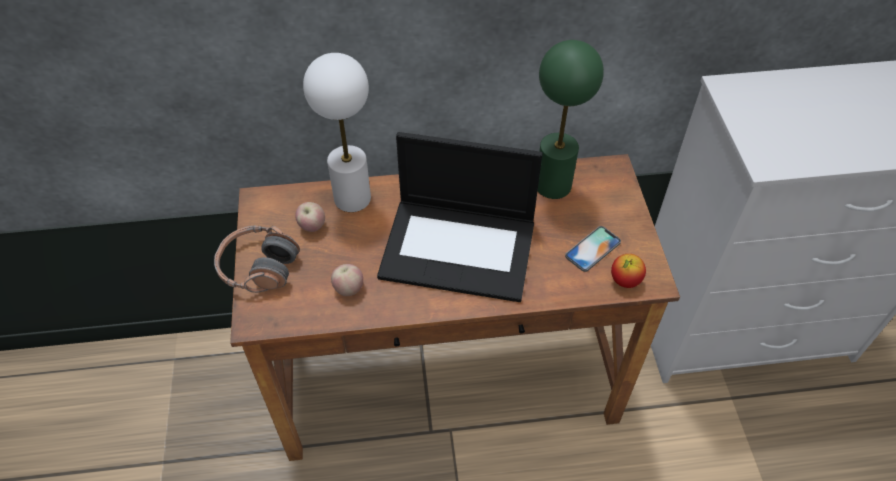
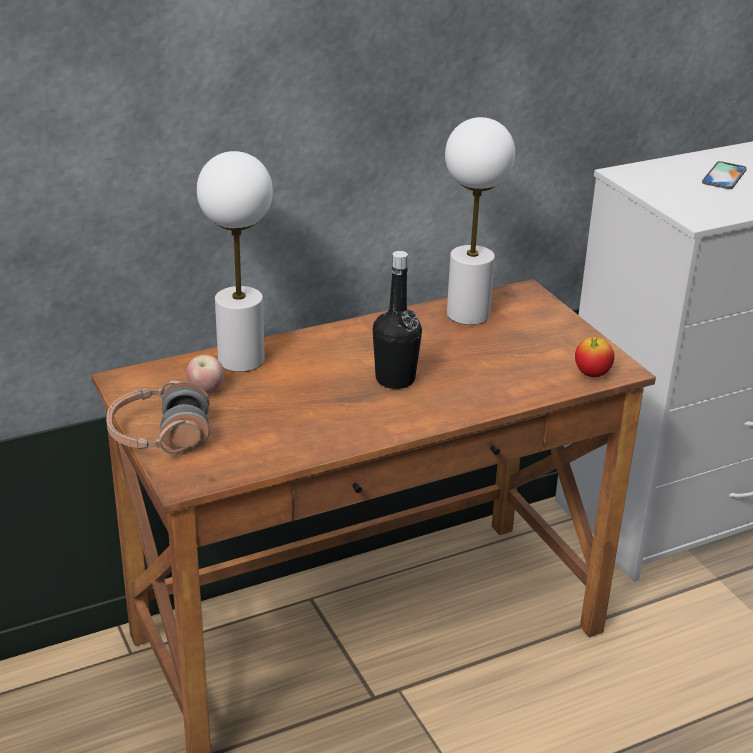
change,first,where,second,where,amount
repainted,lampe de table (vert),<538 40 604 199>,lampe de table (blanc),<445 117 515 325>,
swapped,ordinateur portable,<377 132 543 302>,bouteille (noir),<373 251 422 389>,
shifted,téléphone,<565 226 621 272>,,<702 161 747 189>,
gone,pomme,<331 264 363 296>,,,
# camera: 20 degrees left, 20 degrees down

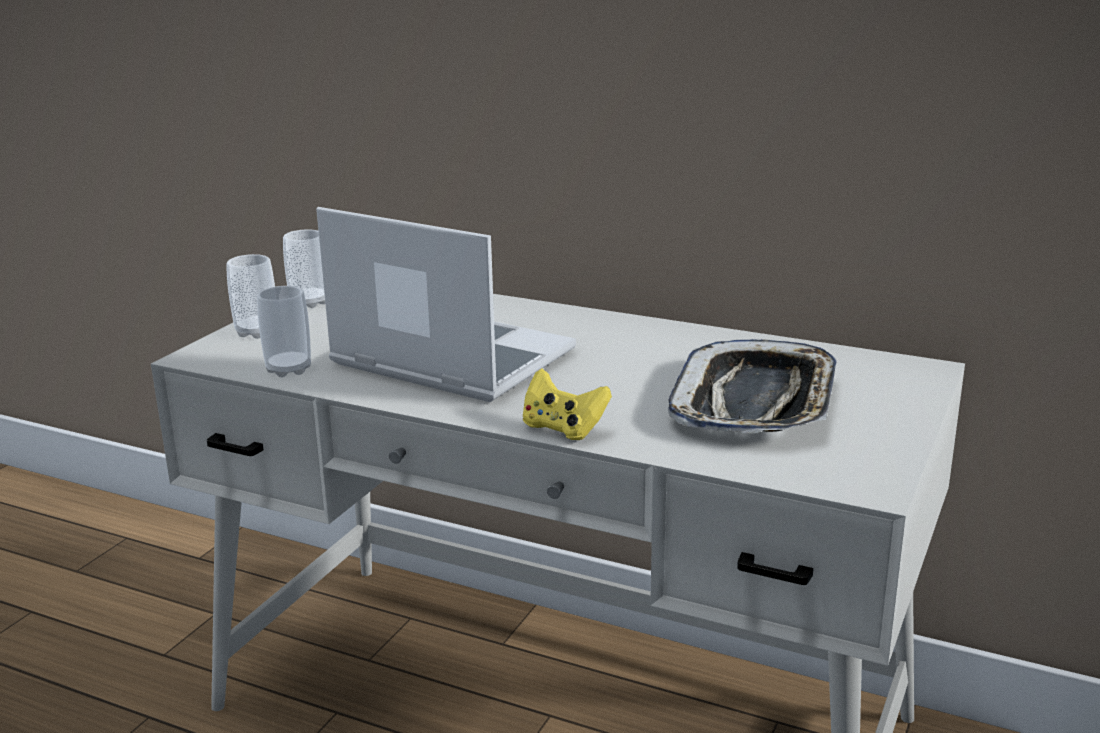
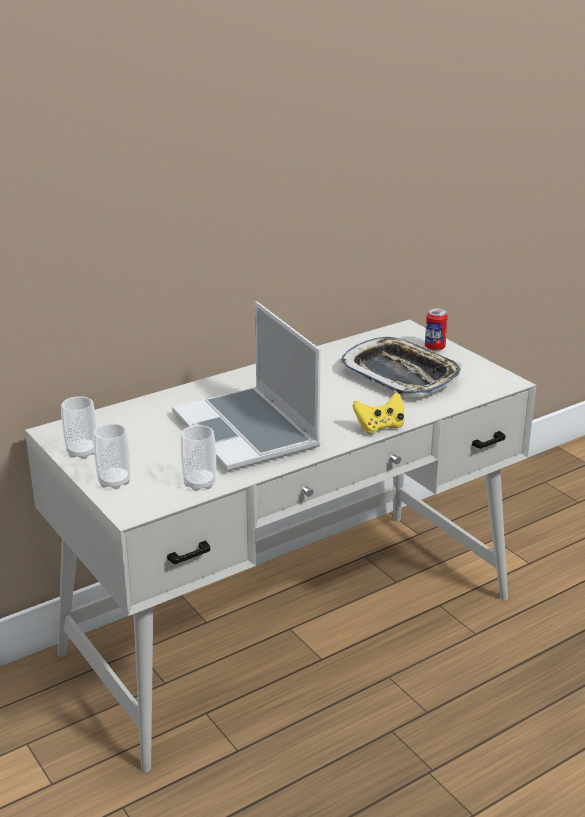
change,first,where,second,where,amount
rotated,ordinateur portable,<316 207 576 402>,,<172 301 321 471>,90 degrees counterclockwise
new,,,boîte métallique,<425 308 448 351>,
# camera: 60 degrees left, 5 degrees up

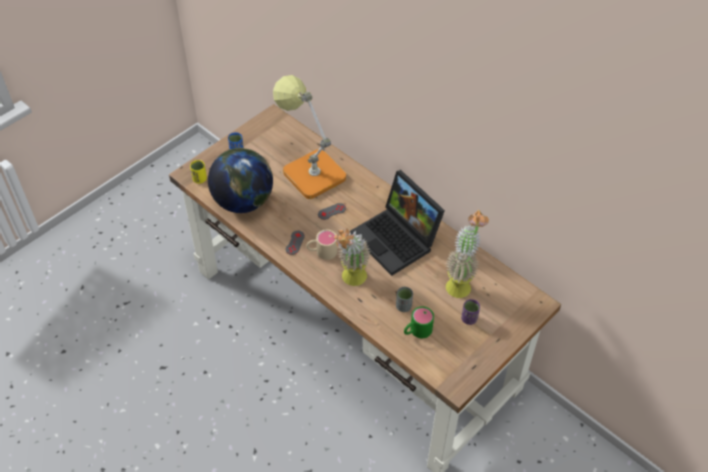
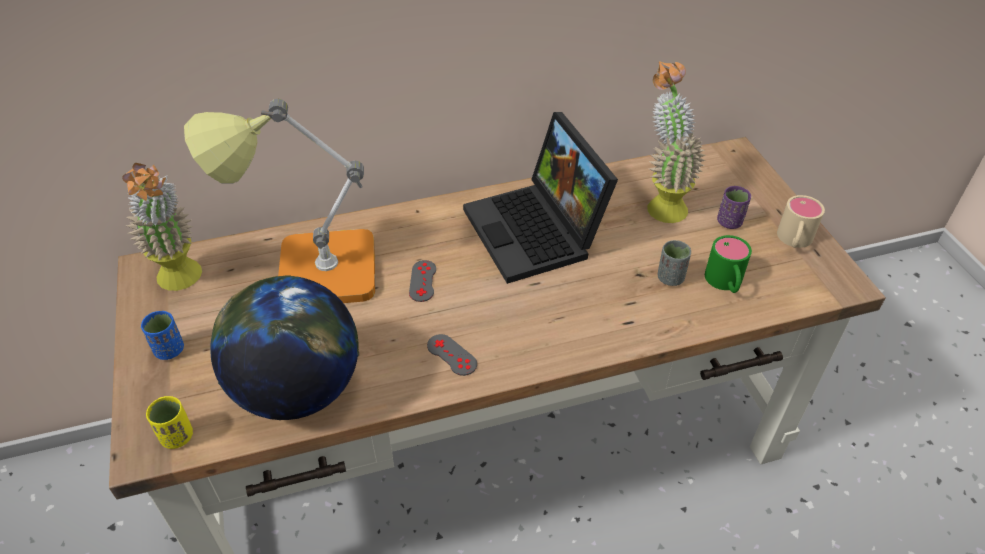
change,first,where,second,where,amount
rotated,ordinateur portable,<350 170 445 276>,,<463 112 618 284>,75 degrees clockwise
shifted,mug (beige),<306 229 337 260>,,<777 195 825 248>,
shifted,plante en pot,<334 229 371 286>,,<122 163 202 291>,
# camera: 60 degrees left, 5 degrees down

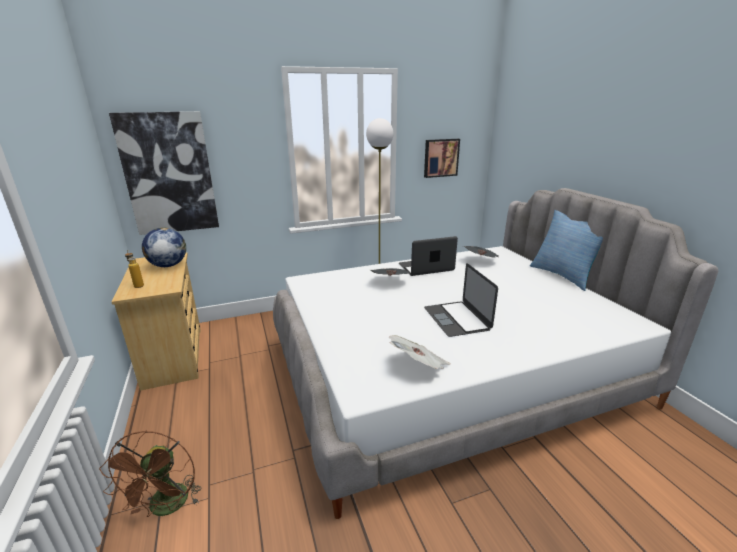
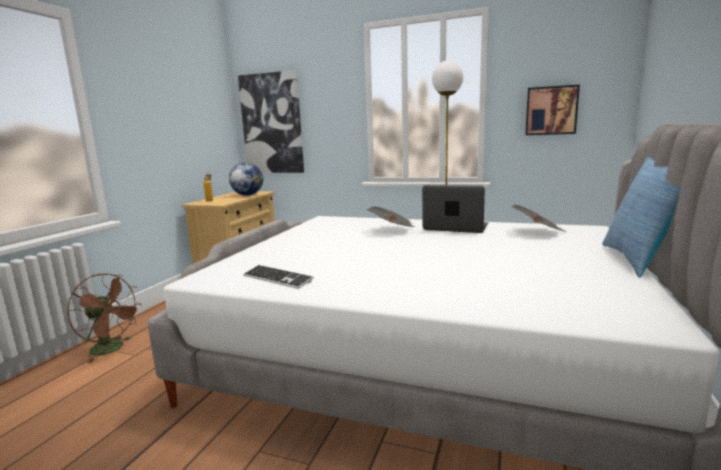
change,first,where,second,where,amount
gone,ordinateur portable,<424 263 498 337>,,,
swapped,journal,<389 335 451 369>,clavier,<243 265 314 289>,
rotated,ventilateur (marron),<99 431 202 517>,,<67 273 141 363>,105 degrees counterclockwise
# camera: 40 degrees right, 10 degrees down

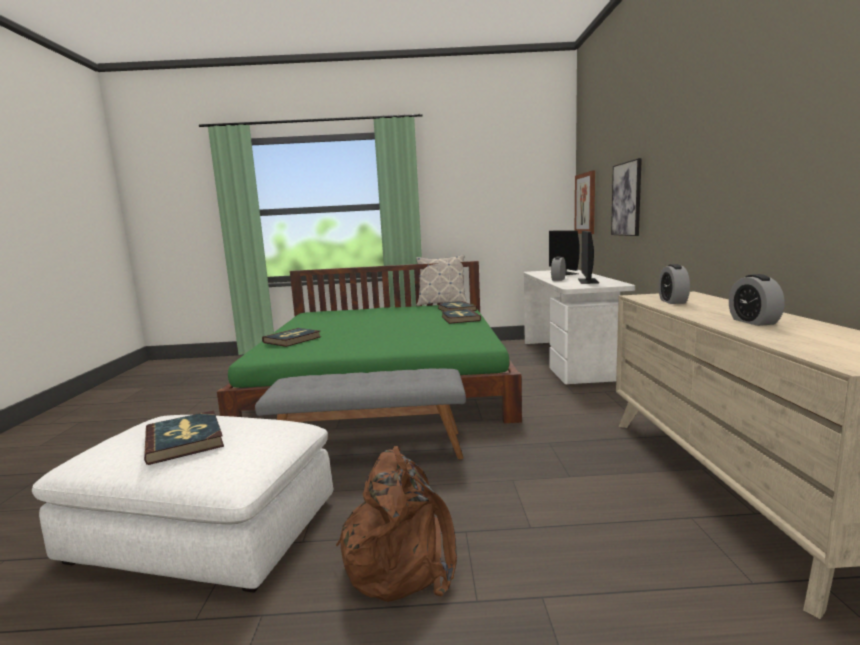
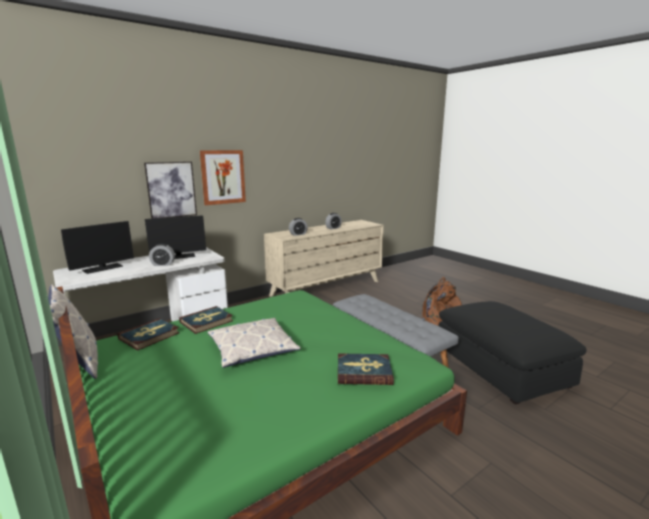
change,first,where,second,where,amount
shifted,tableau,<575 170 595 234>,,<200 150 246 205>,
gone,livre,<144 410 224 465>,,,
repainted,pouf (blanc),<32 415 333 593>,pouf (noir),<438 301 587 405>,
new,,,coussin,<208 318 301 368>,
# camera: 125 degrees left, 5 degrees up

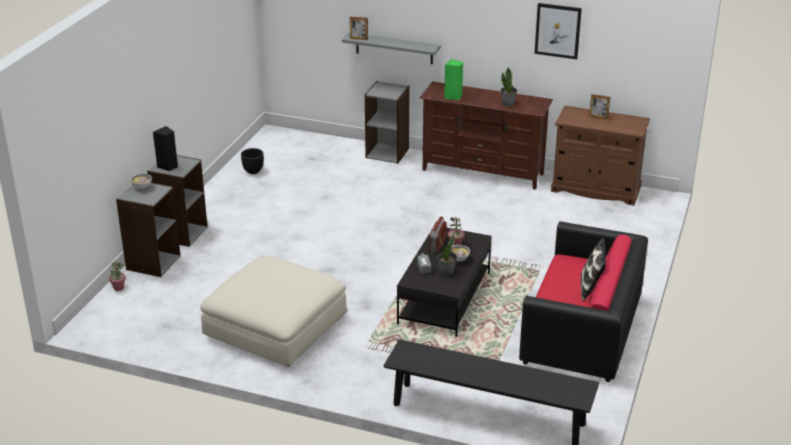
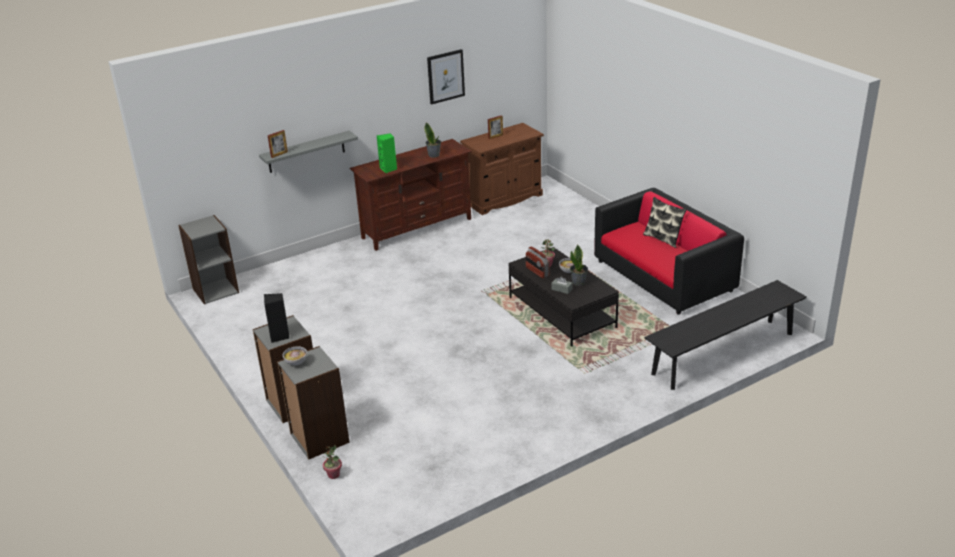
change,first,where,second,where,amount
shifted,bibliothèque (gris),<365 81 410 164>,,<178 215 239 304>,
gone,cache-pot (noir),<241 148 264 174>,,,
gone,pouf (beige),<200 256 347 367>,,,
# camera: 50 degrees left, 0 degrees up

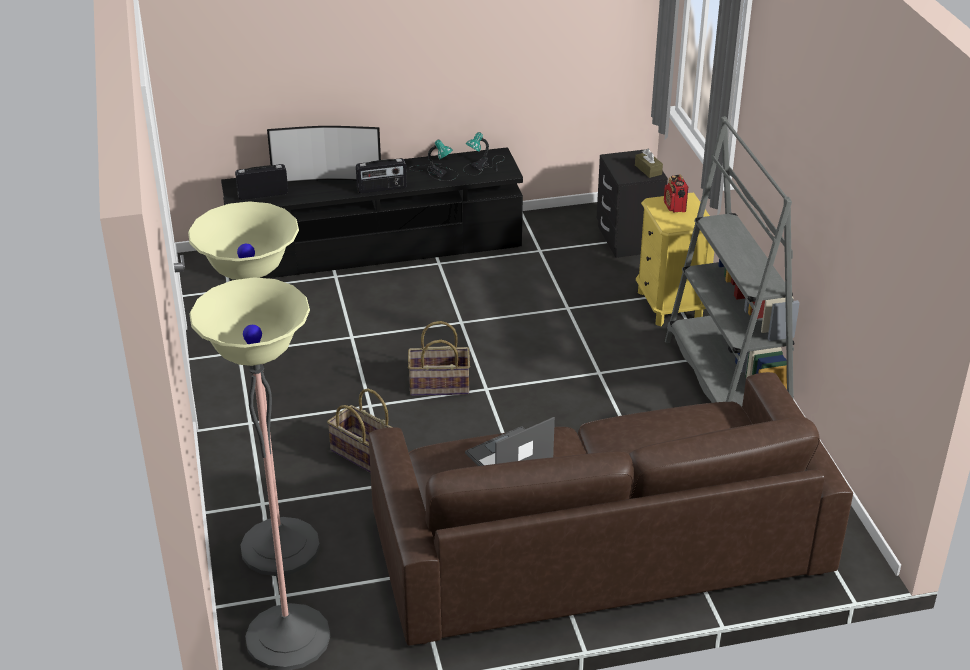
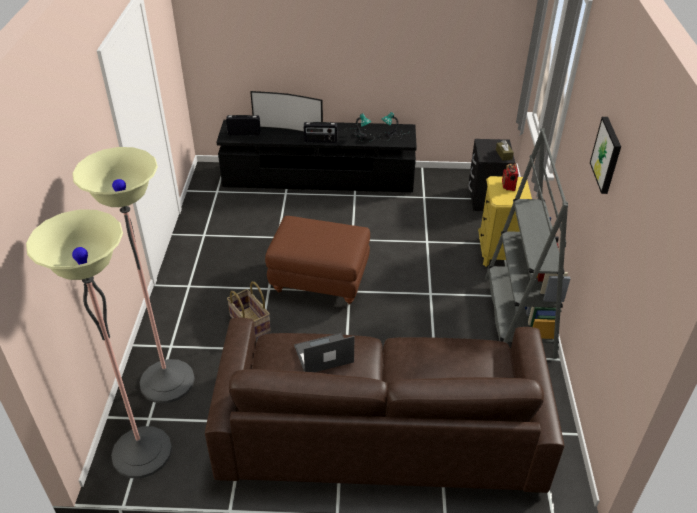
change,first,where,second,where,amount
swapped,panier,<408 321 470 396>,pouf (marron),<265 216 370 305>,
new,,,tableau,<590 117 621 194>,
# camera: 15 degrees right, 5 degrees up

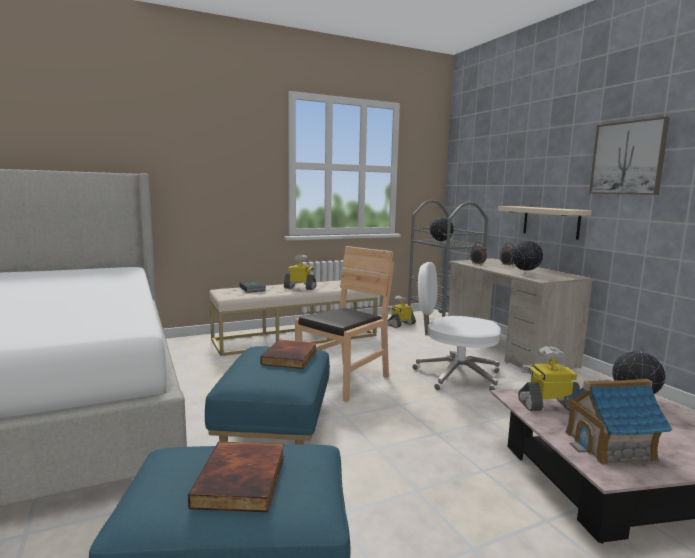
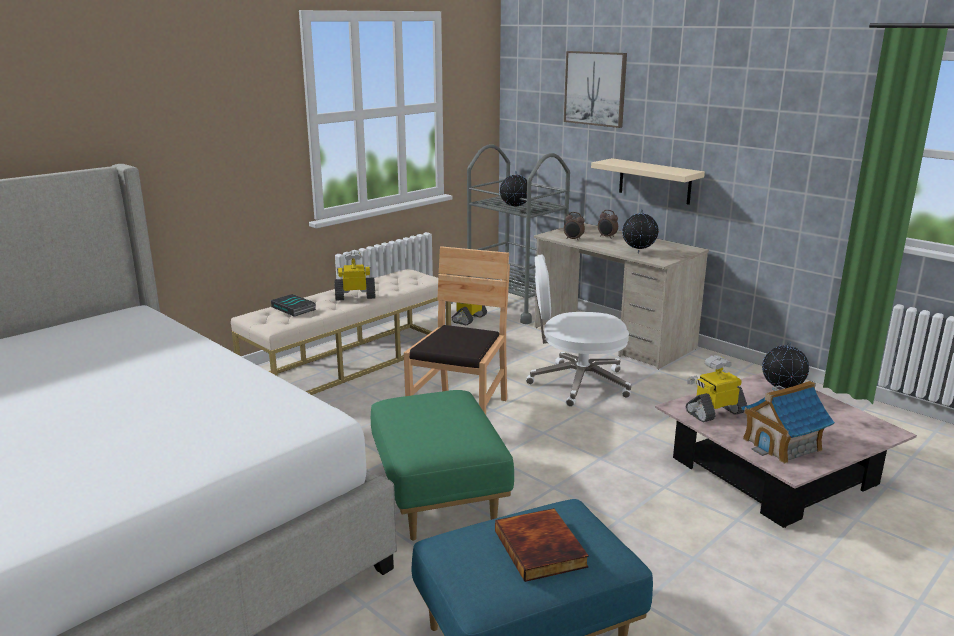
change,first,where,second,where,amount
shifted,tableau,<589 117 670 195>,,<564 51 627 128>,
gone,livre,<260 340 317 369>,,,
repainted,pouf (bleu),<205 346 330 444>,pouf (vert),<371 390 514 541>,
# camera: 20 degrees left, 10 degrees up

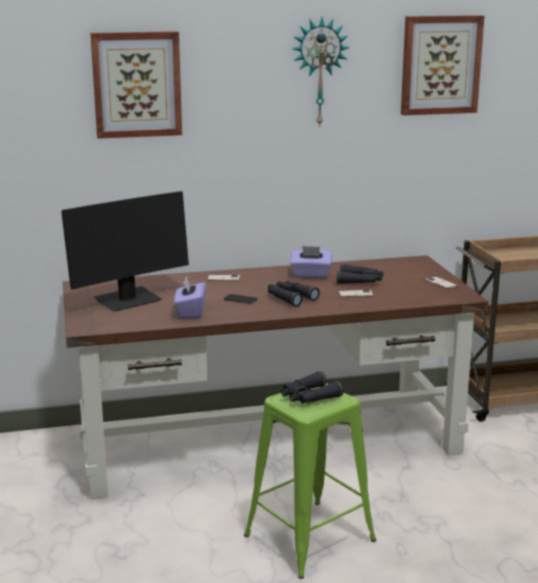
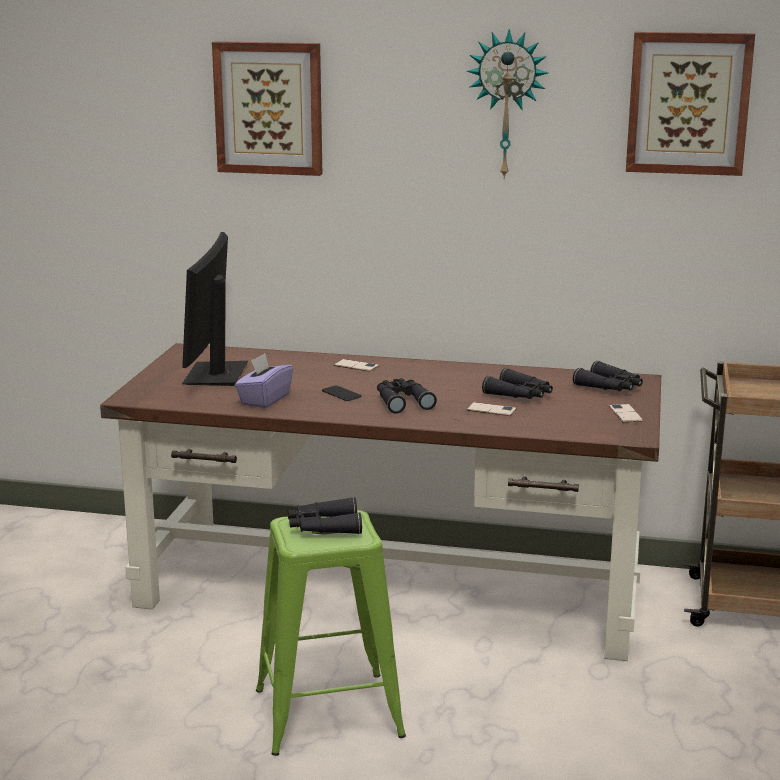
change,first,where,second,where,amount
rotated,écran d'ordinateur,<62 191 189 311>,,<182 232 248 386>,105 degrees clockwise
gone,boîte à mouchoirs (violet),<290 246 332 278>,,,
new,,,jumelles (noir),<573 361 643 391>,
# camera: 25 degrees right, 0 degrees up

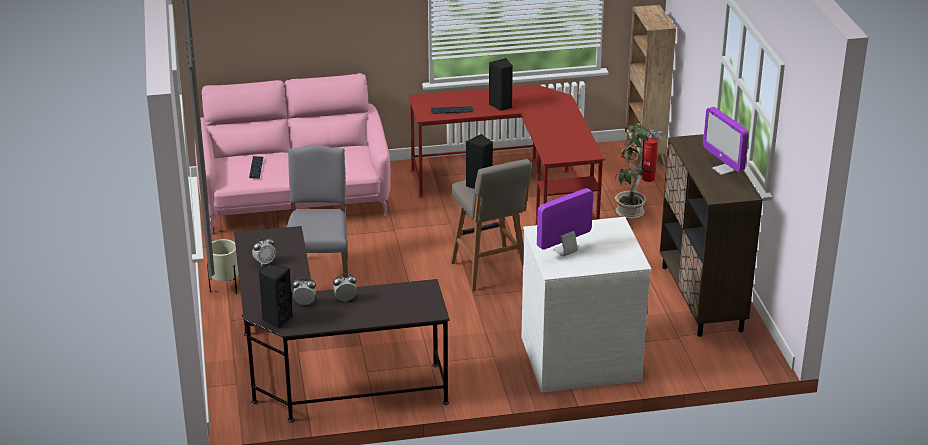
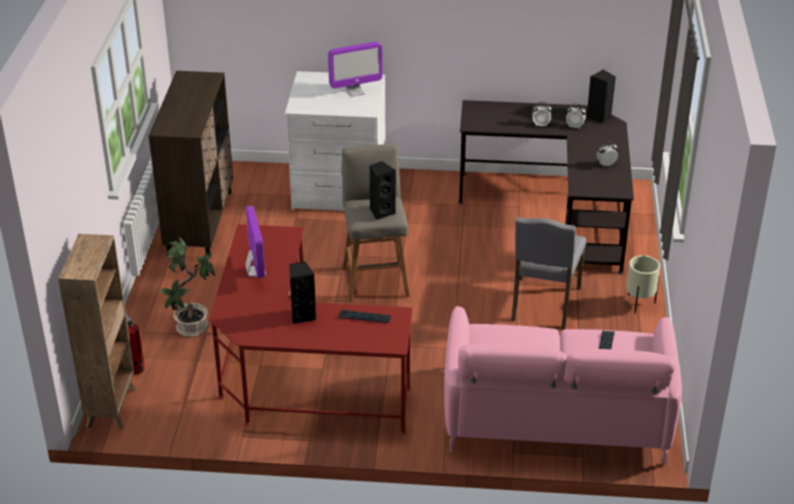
change,first,where,second,where,amount
shifted,écran d'ordinateur,<703 107 749 175>,,<245 206 266 278>,
# camera: 165 degrees left, 5 degrees up

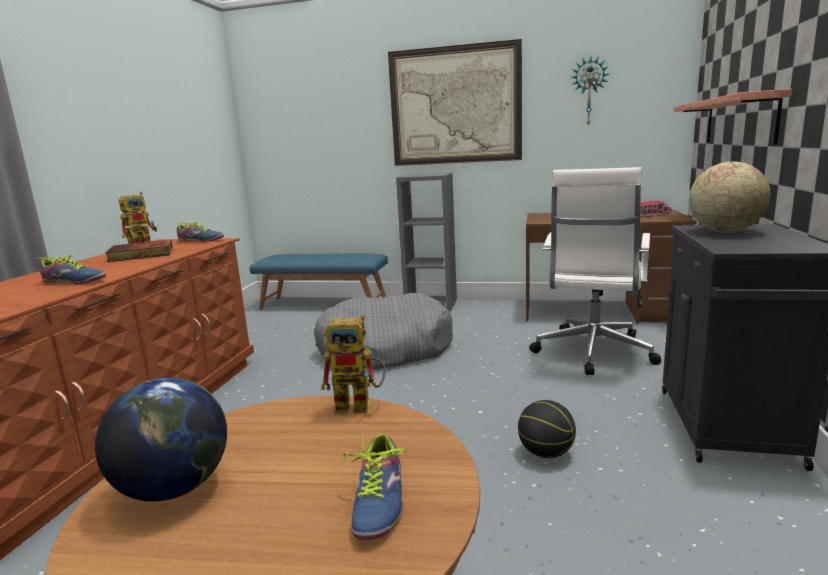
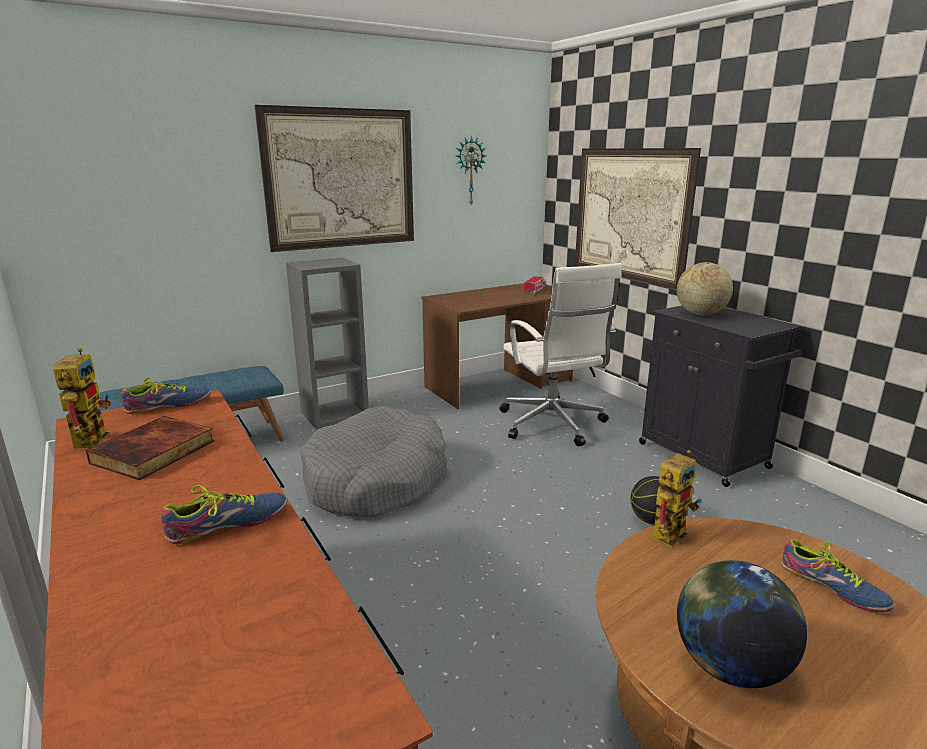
change,first,where,second,where,amount
swapped,étagère,<673 89 792 144>,tableau,<575 148 701 291>,
# camera: 45 degrees left, 5 degrees up

